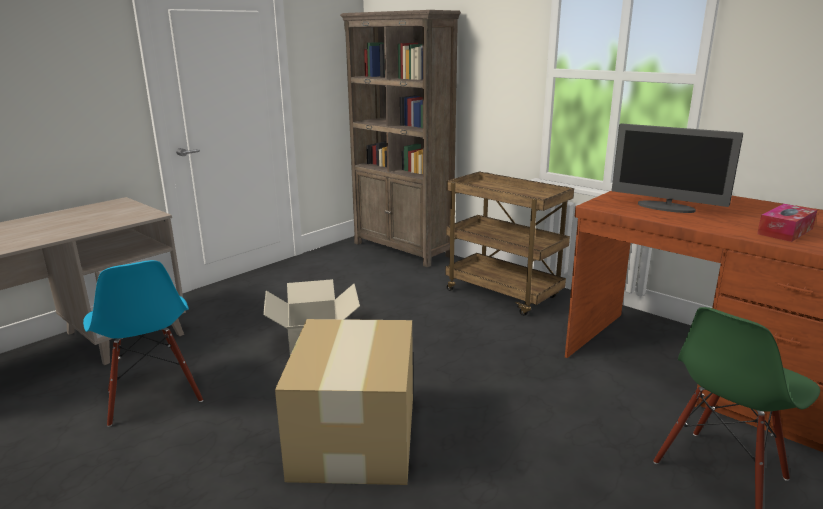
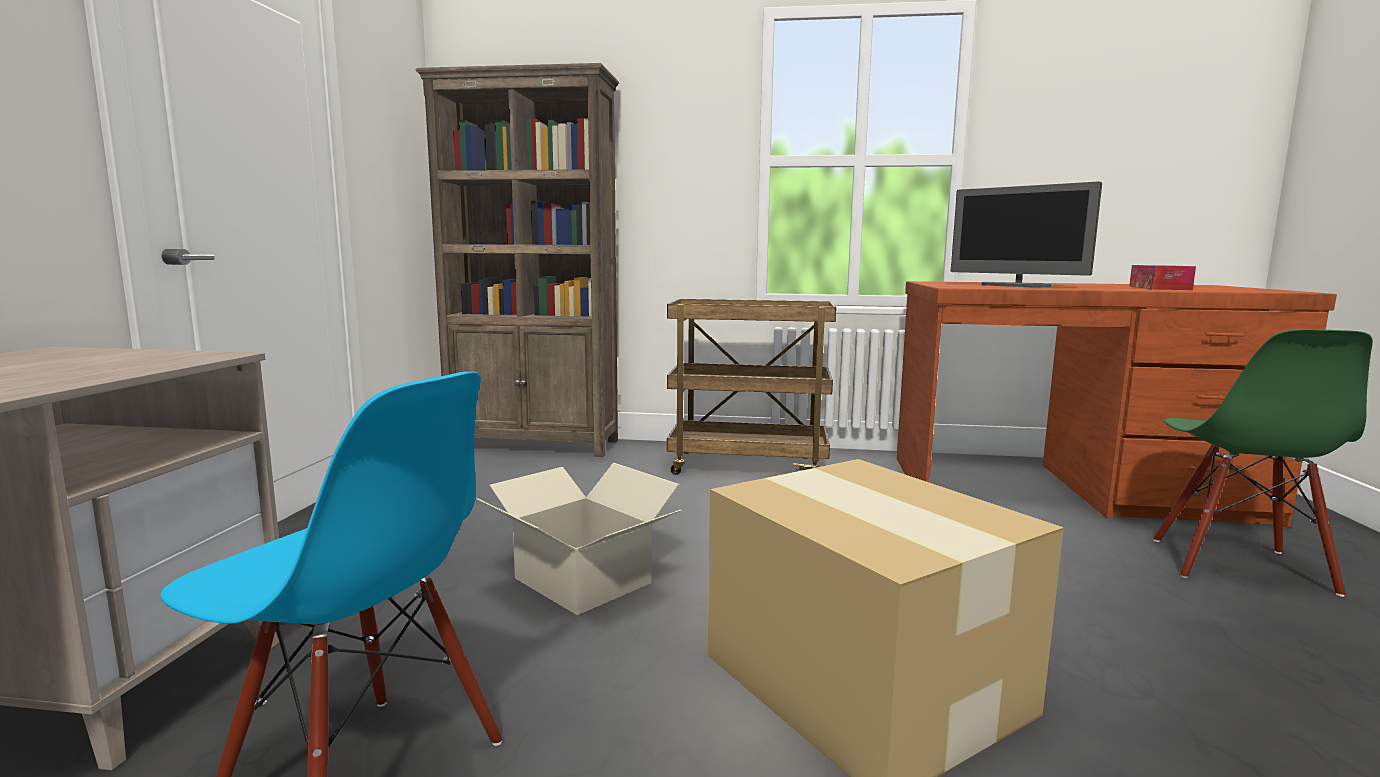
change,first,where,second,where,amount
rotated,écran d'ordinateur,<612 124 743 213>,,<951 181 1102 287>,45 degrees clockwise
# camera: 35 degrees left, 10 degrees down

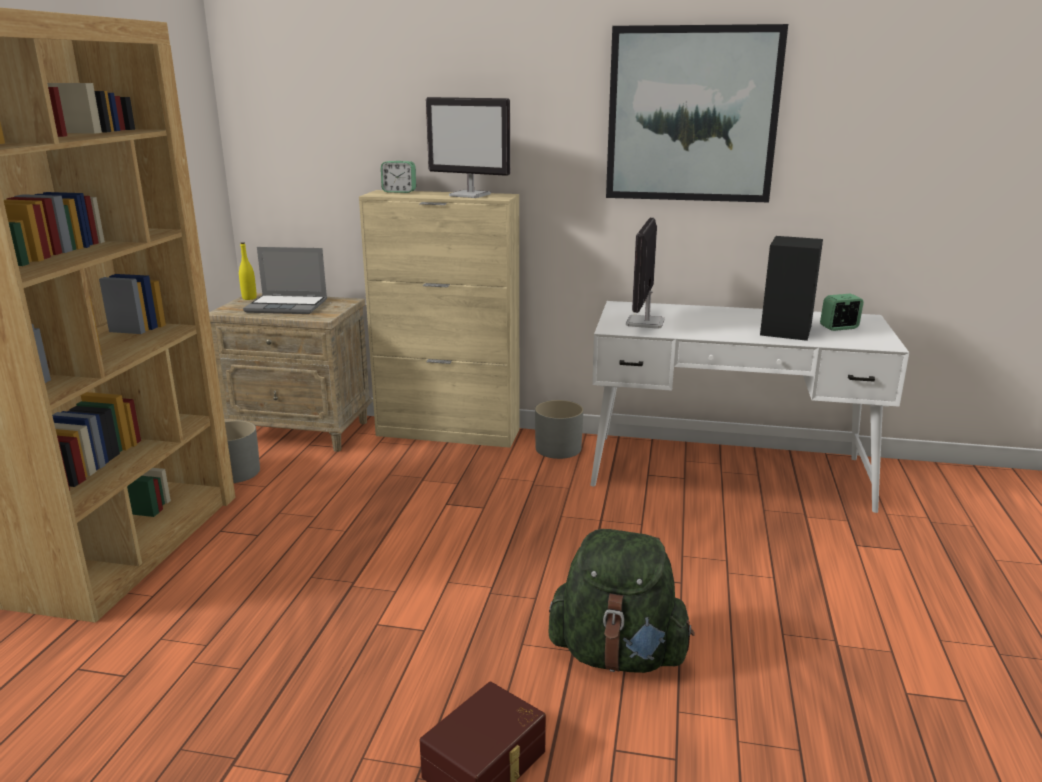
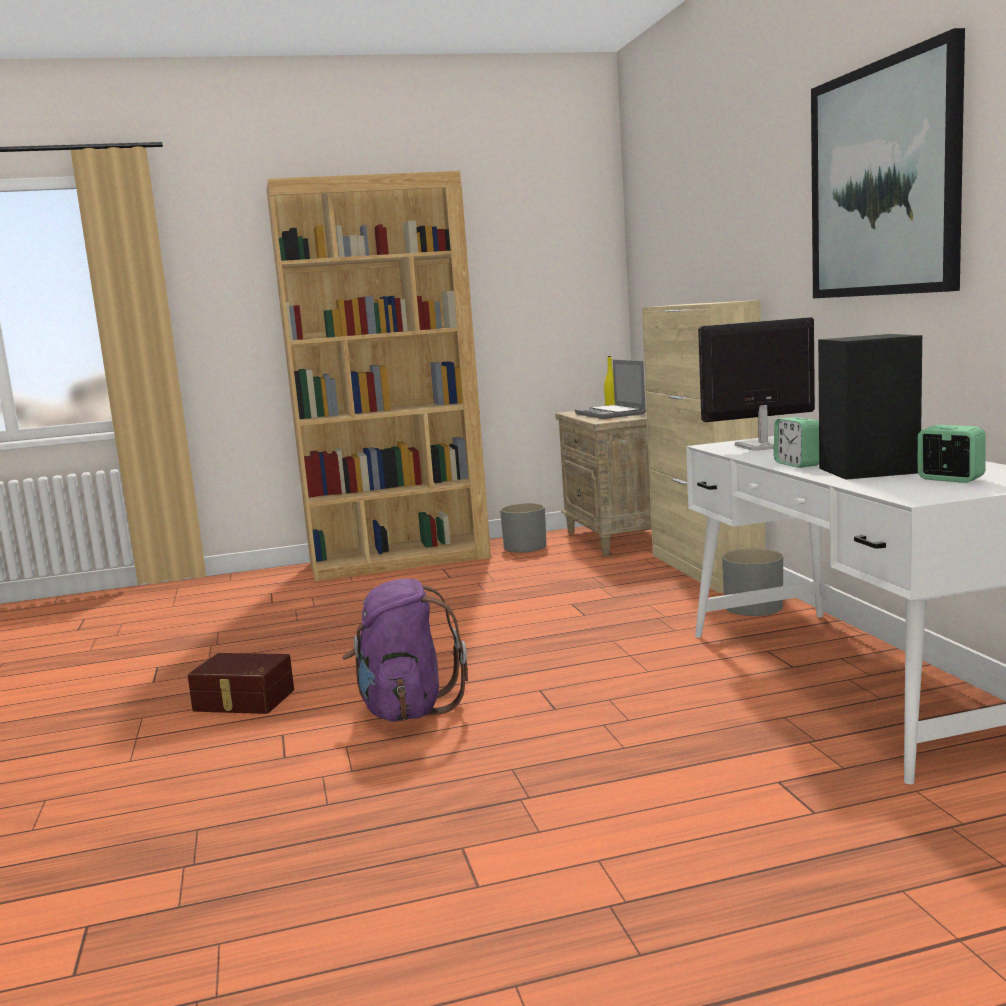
change,first,where,second,where,amount
gone,écran d'ordinateur,<426 97 510 198>,,,
shifted,réveil,<381 161 416 193>,,<774 417 819 468>,
repainted,sac à dos (vert),<549 529 695 673>,sac à dos (violet),<342 579 468 722>,
# camera: 65 degrees right, 10 degrees down

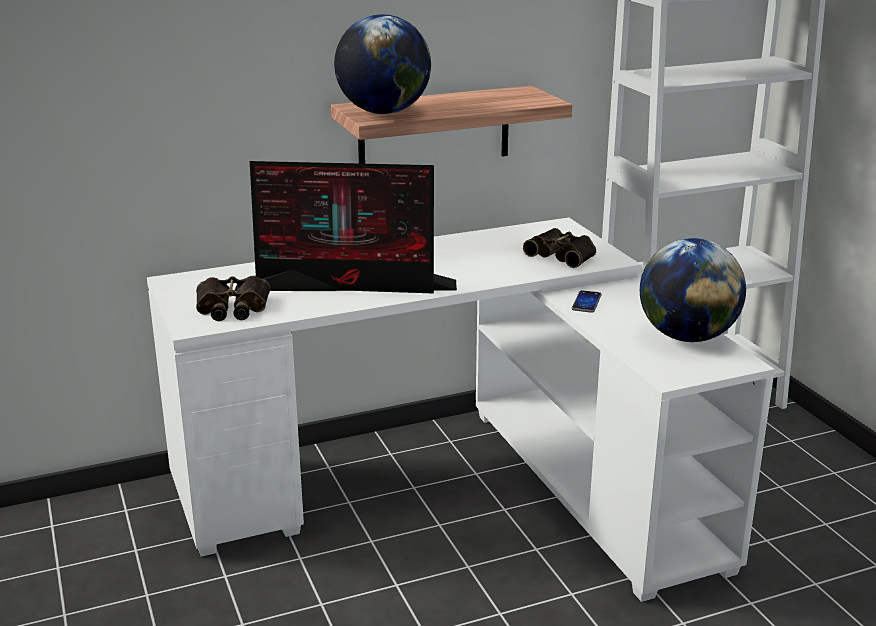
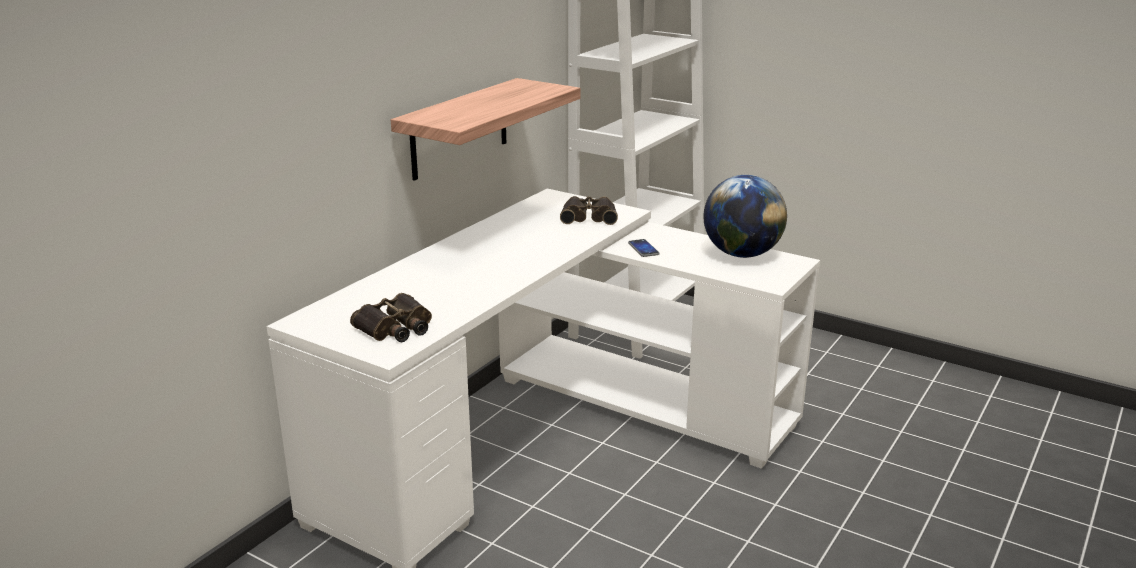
change,first,where,second,where,amount
gone,globe,<334 14 431 114>,,,
gone,écran d'ordinateur,<234 161 457 294>,,,
# camera: 35 degrees left, 0 degrees up

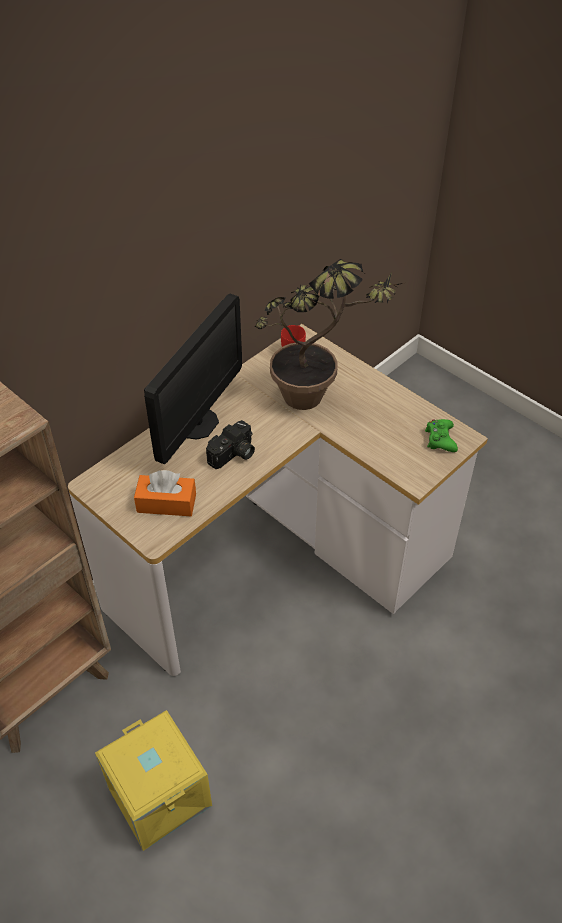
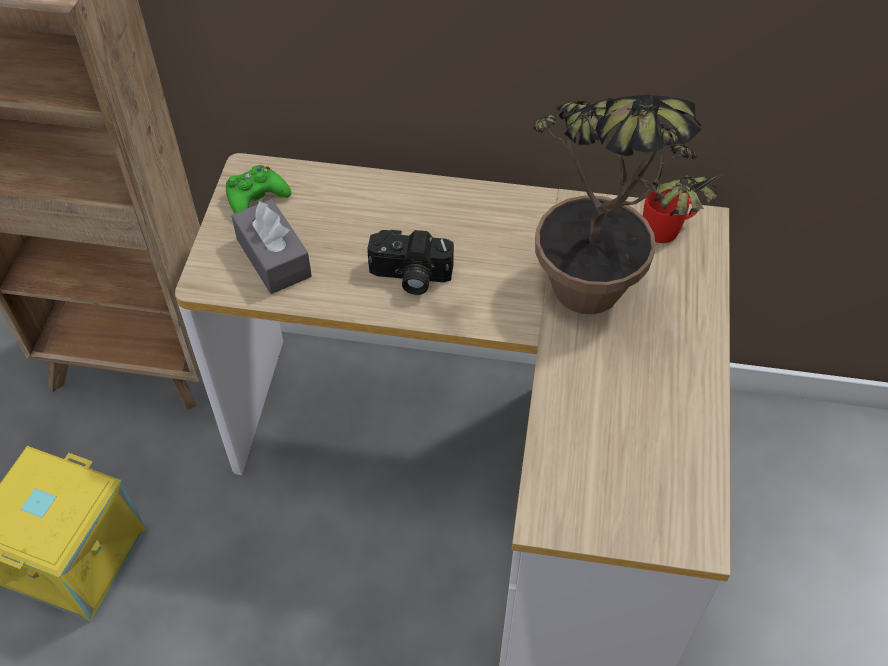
change,first,where,second,where,amount
gone,écran d'ordinateur,<144 294 242 464>,,,
shifted,manette (vert),<425 419 458 452>,,<226 165 291 213>,
repainted,boîte à mouchoirs (orange),<134 470 196 516>,boîte à mouchoirs (gris),<231 199 312 294>,
# camera: 55 degrees right, 5 degrees up

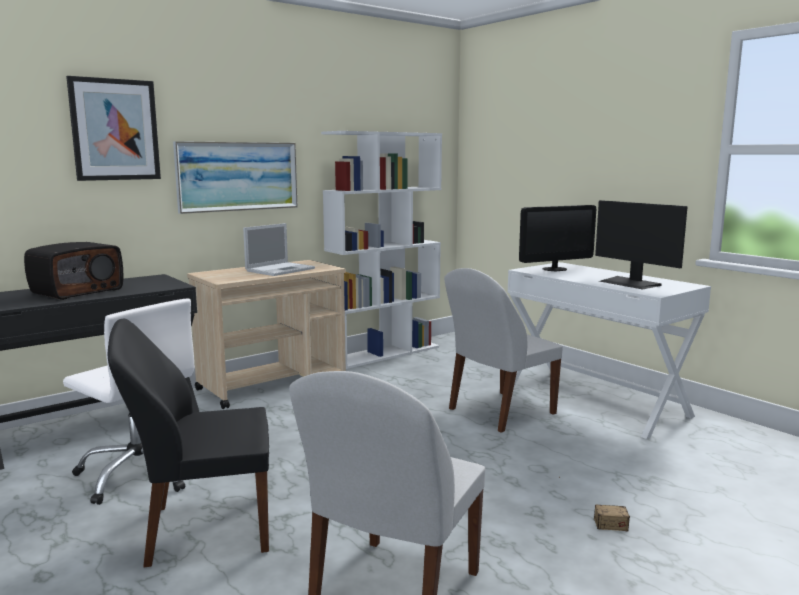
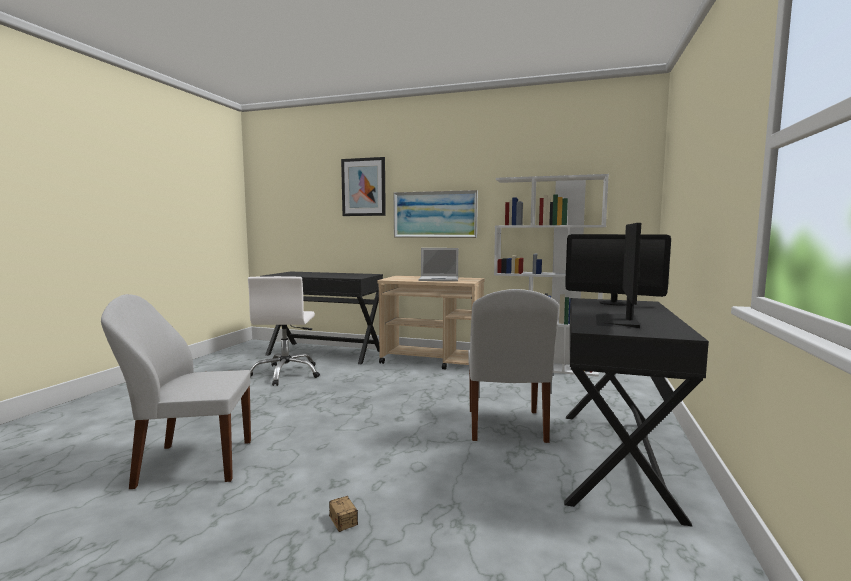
change,first,where,second,where,amount
gone,radio,<24 242 123 300>,,,
repainted,bureau (blanc),<507 262 711 439>,bureau (noir),<564 298 709 527>,
rotated,chaise (blanc),<444 268 563 433>,,<468 289 559 443>,105 degrees counterclockwise
gone,chaise (noir),<108 319 269 567>,,,
# camera: 55 degrees right, 5 degrees down

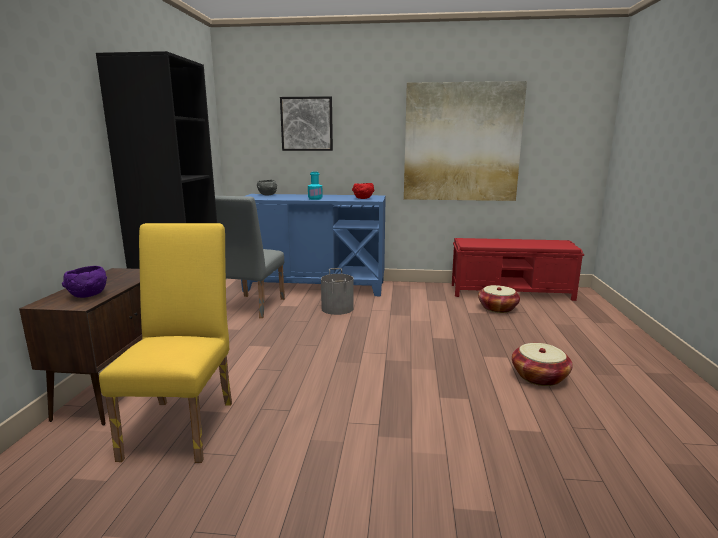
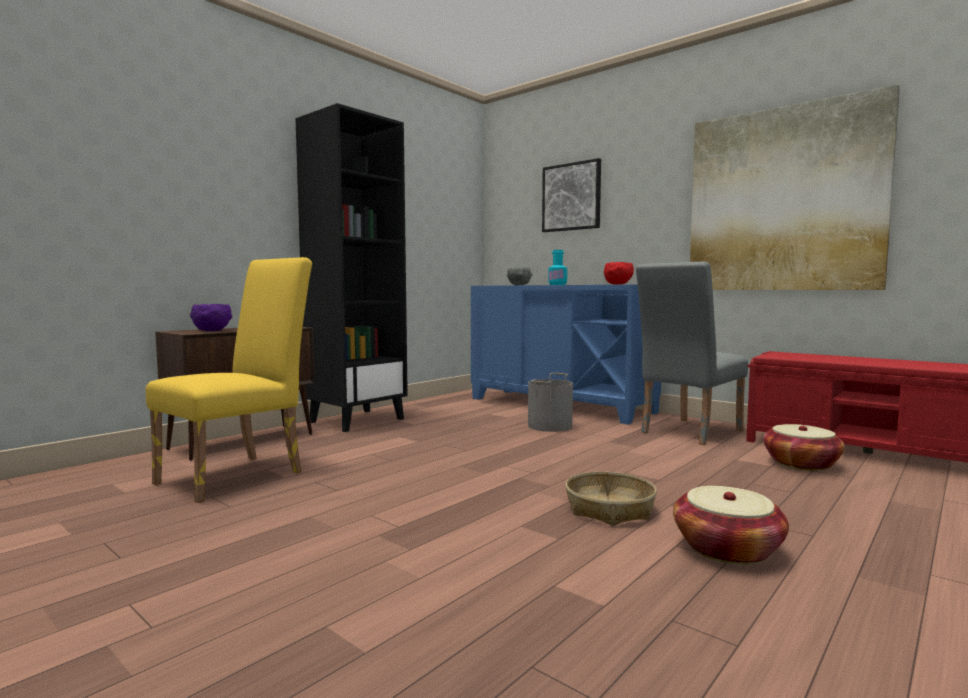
change,first,where,second,where,amount
shifted,chaise (gris),<215 196 285 318>,,<636 262 748 445>,
new,,,panier,<565 471 657 526>,
# camera: 35 degrees right, 10 degrees down

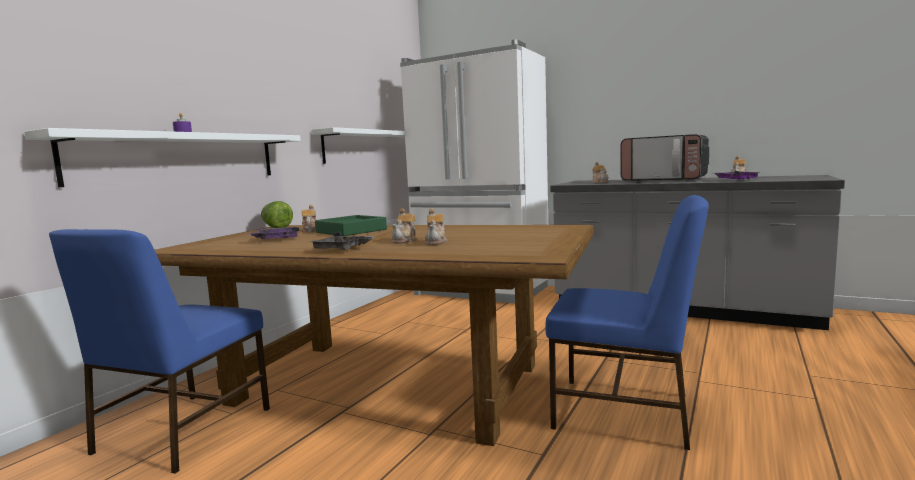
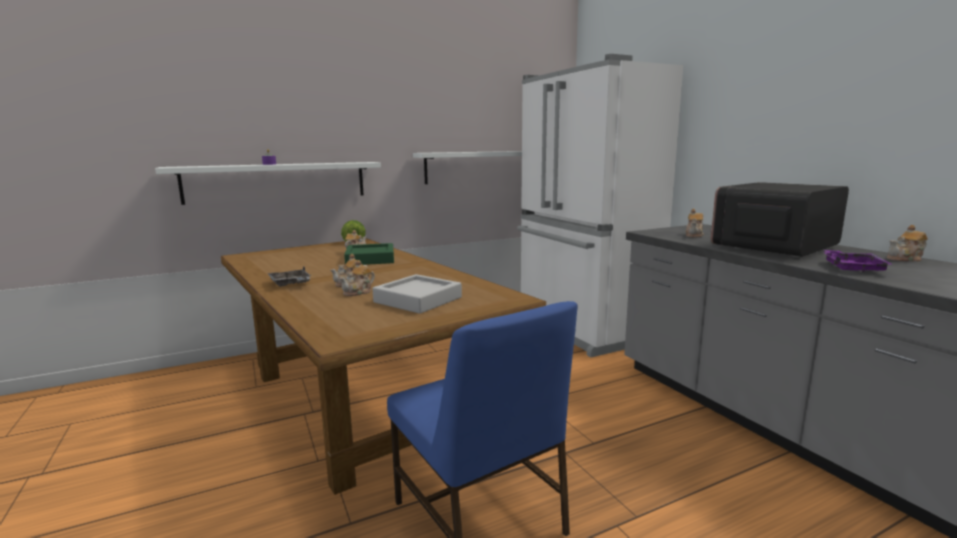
change,first,where,second,where,amount
rotated,micro-ondes,<621 134 709 182>,,<711 182 849 258>,75 degrees clockwise
gone,plateau (violet),<248 227 300 239>,,,
gone,chaise (bleu),<49 229 270 474>,,,
new,,,plateau (gris),<372 274 462 314>,
# camera: 35 degrees right, 5 degrees up

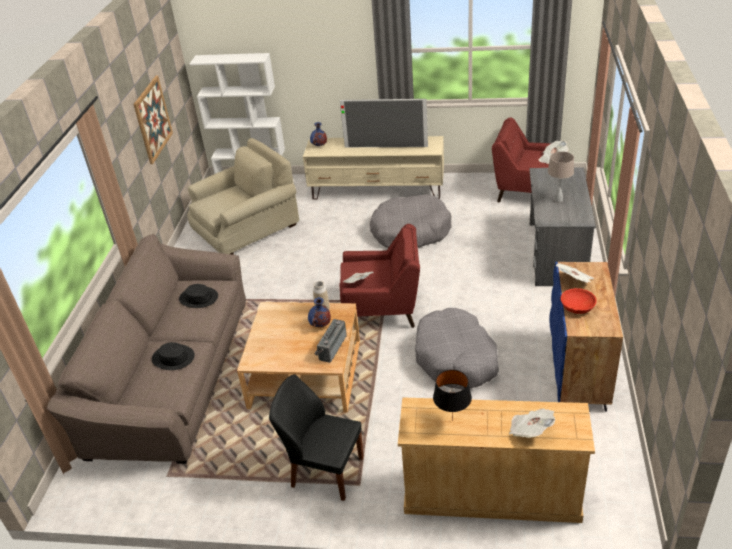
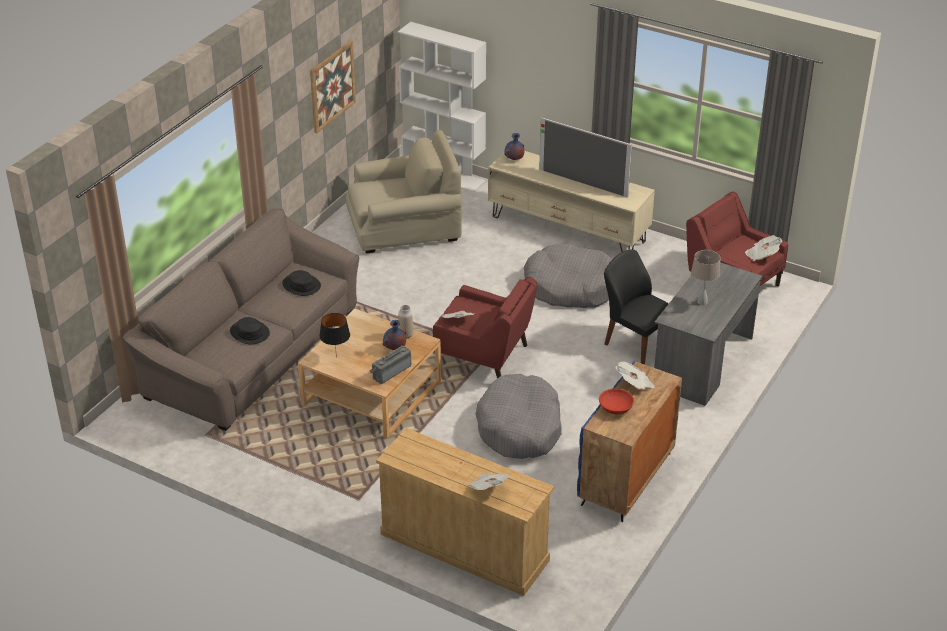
change,first,where,second,where,amount
shifted,lampe de table (noir),<433 370 472 421>,,<319 313 350 357>,
shifted,chaise (noir),<269 374 363 501>,,<604 249 669 365>,
# camera: 20 degrees right, 0 degrees up

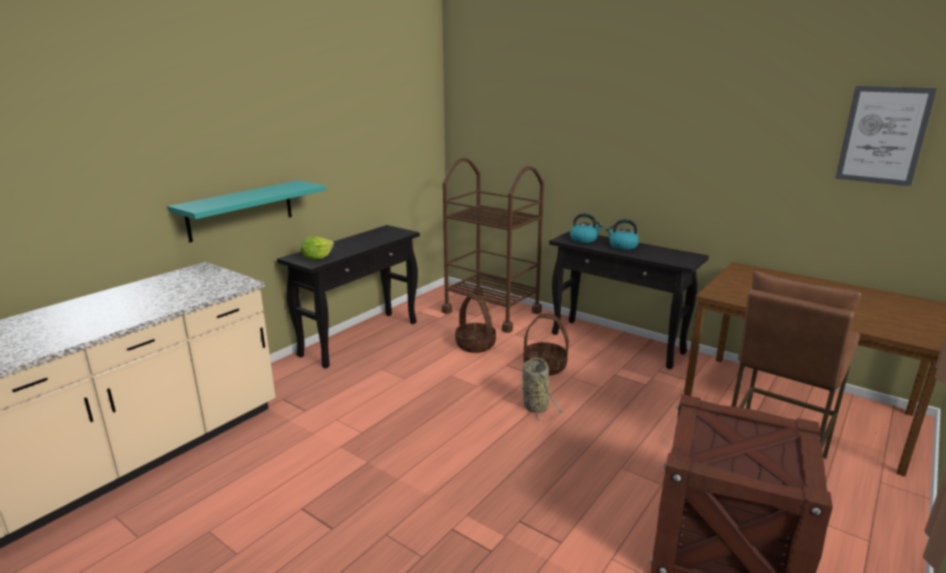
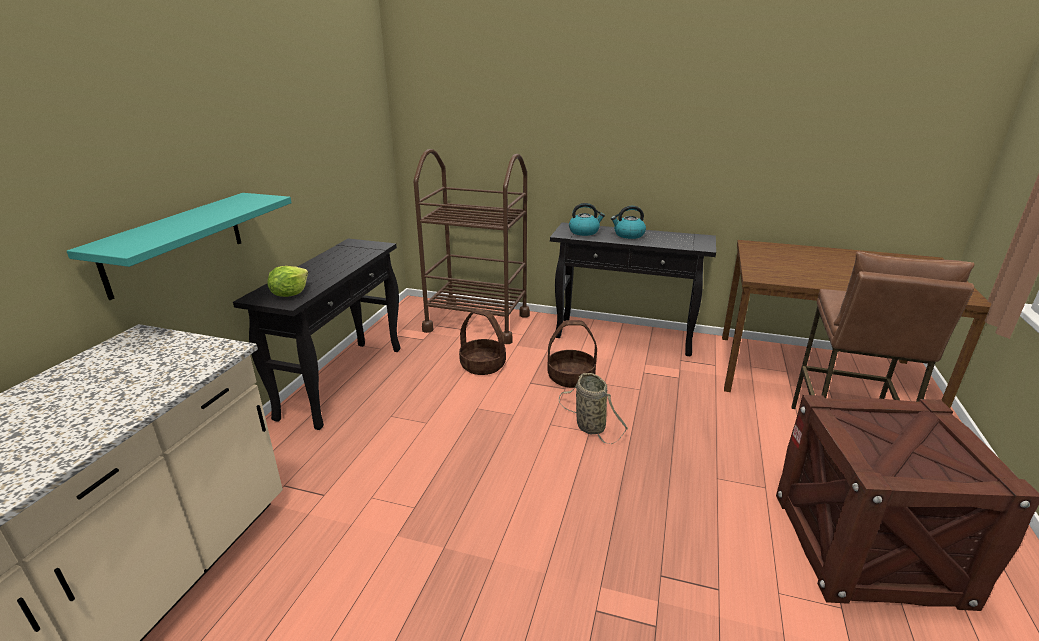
change,first,where,second,where,amount
gone,tableau,<835 86 937 186>,,,
# camera: 20 degrees left, 5 degrees up

